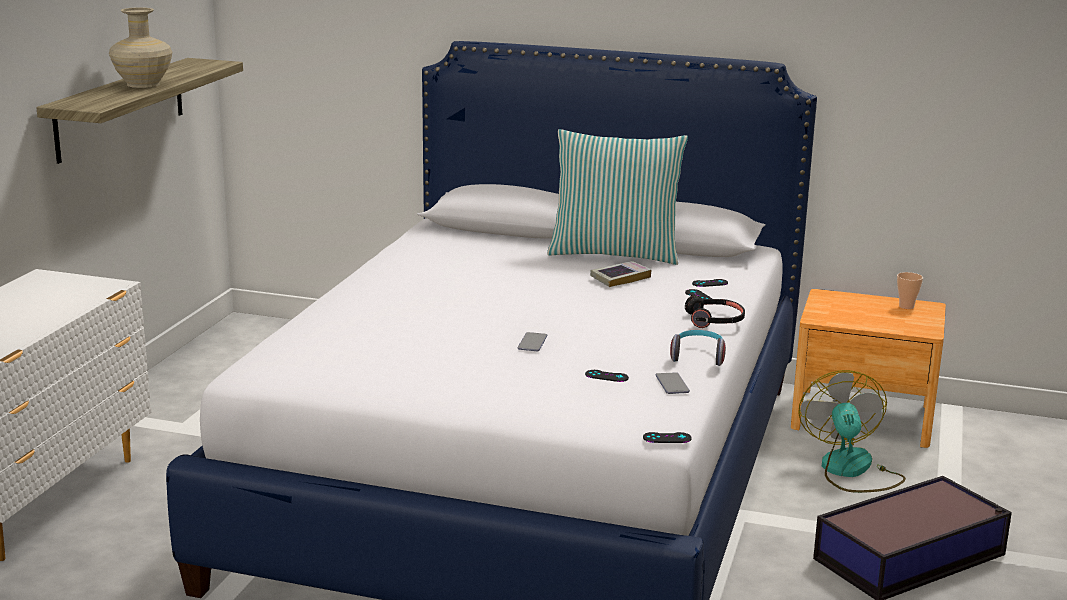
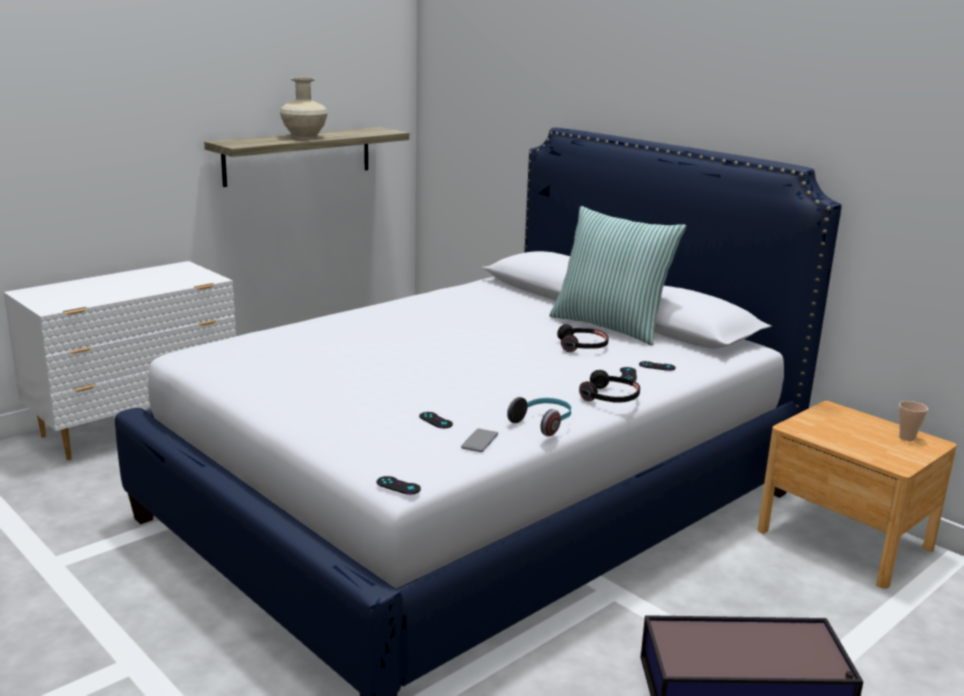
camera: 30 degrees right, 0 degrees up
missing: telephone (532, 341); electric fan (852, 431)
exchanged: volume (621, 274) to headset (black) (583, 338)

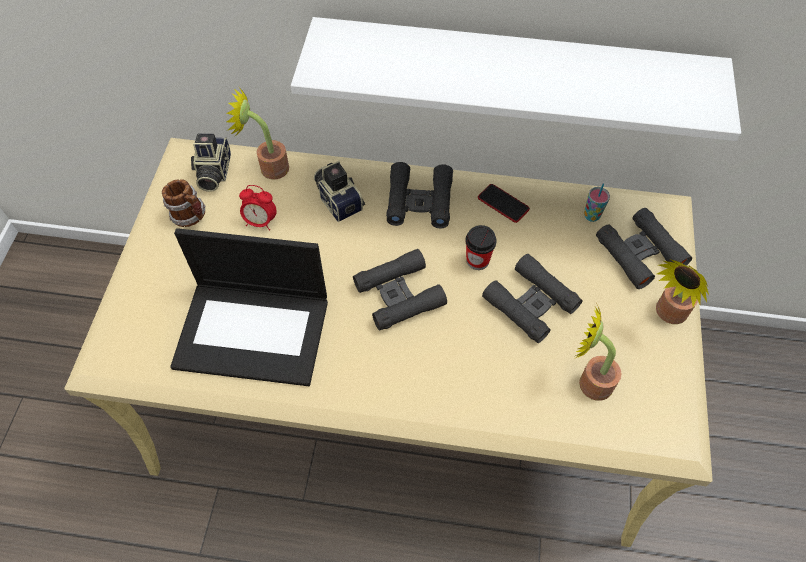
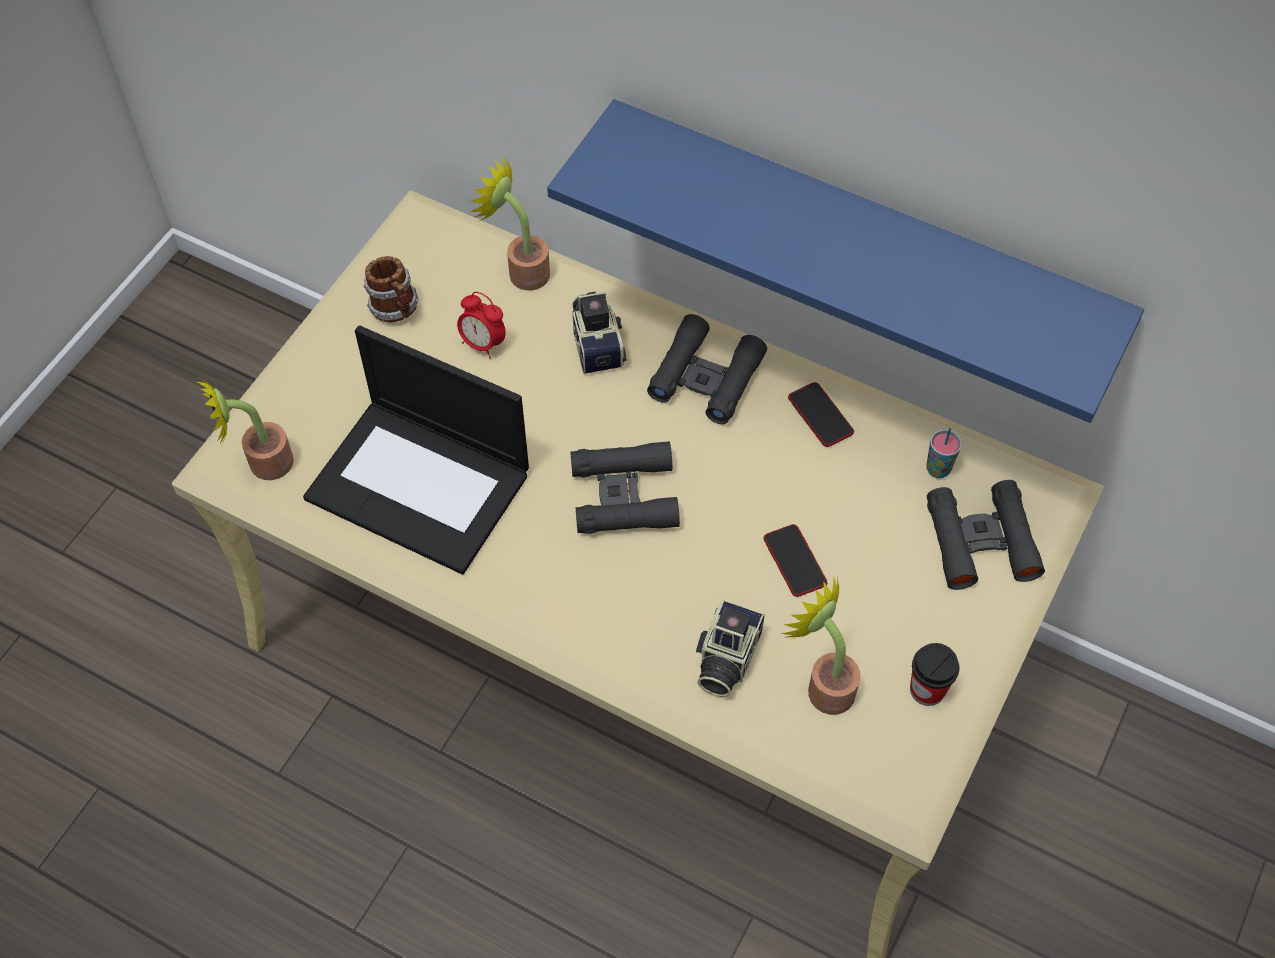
camera: 20 degrees right, 0 degrees up
relocated: still camera (211, 162) to (730, 648); drinking cup (481, 247) to (935, 674); plant in a pot (682, 291) to (244, 427)
exchanged: pair of binoculars (black) (532, 298) to telephone (795, 560)
colour: shelf (white-coloured) (516, 79) to shelf (bluish) (845, 261)

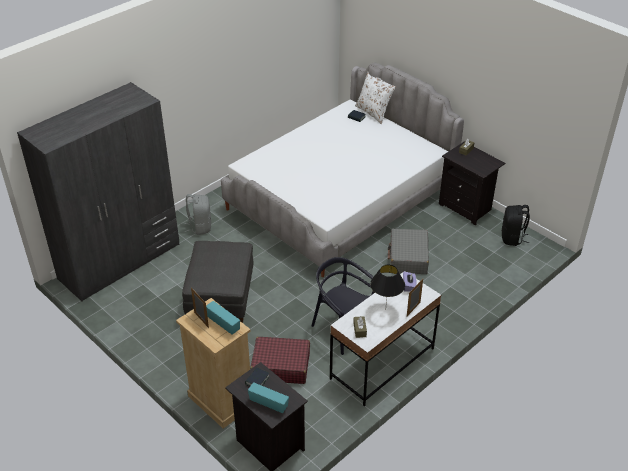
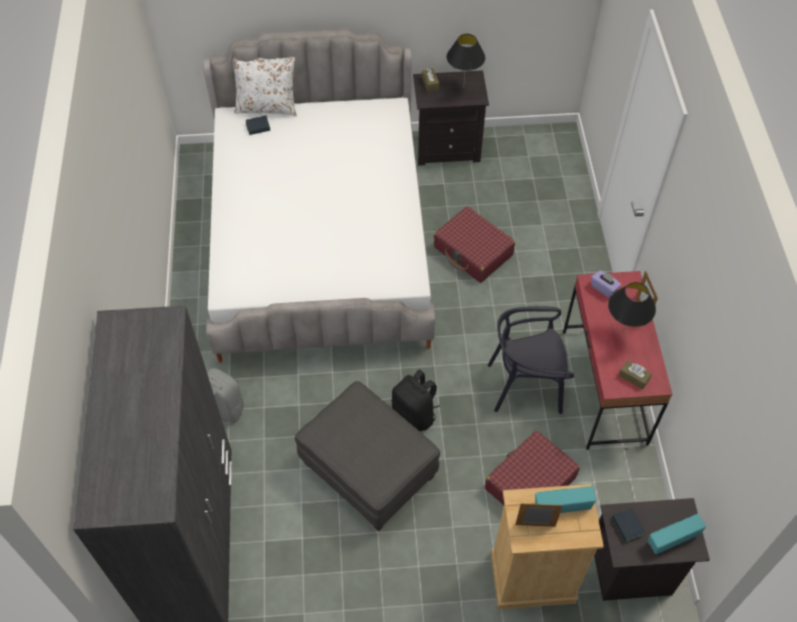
camera: 50 degrees left, 15 degrees up
appeared: table lamp (black) (466, 57)
relocated: knapsack (black) (516, 225) to (415, 400)
colour: desk unit (white-coloured) (385, 338) to desk unit (red) (618, 360); travel case (greyish) (408, 251) to travel case (red) (474, 244)

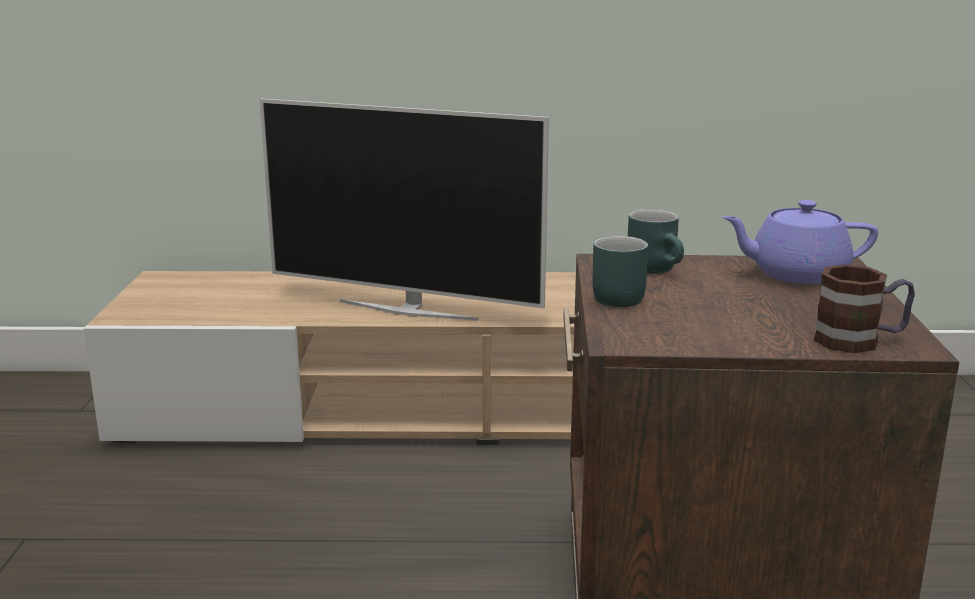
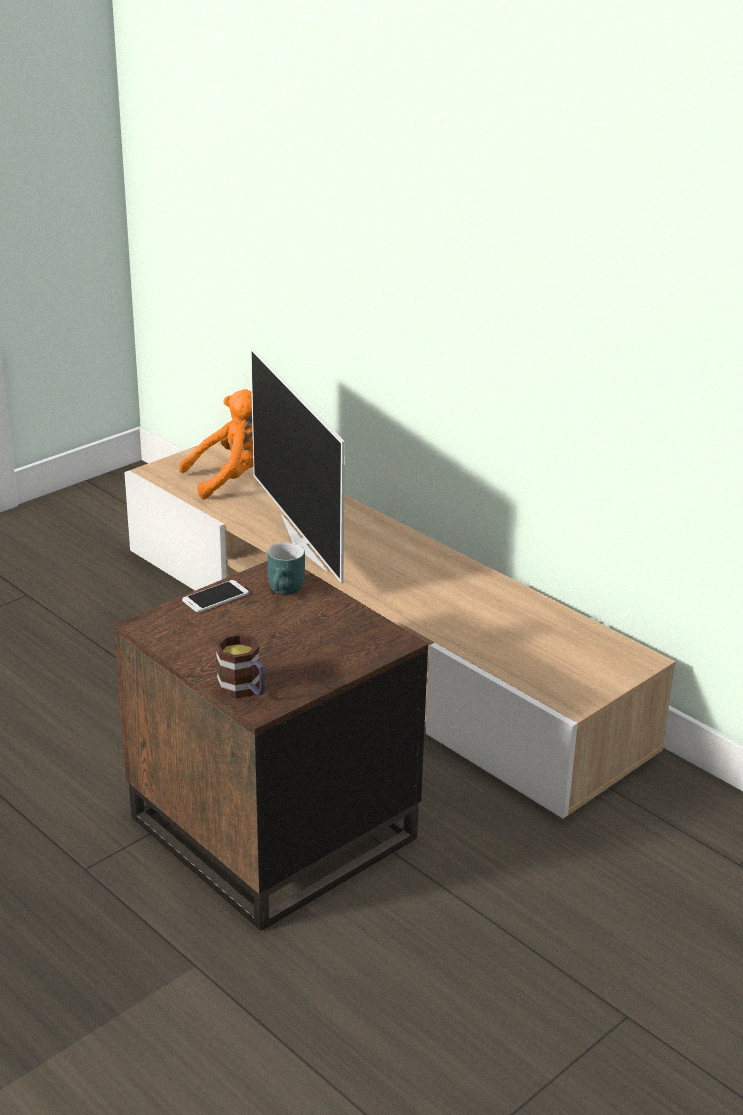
camera: 45 degrees right, 10 degrees up
missing: teapot (purplish) (800, 242)
appeared: cuddly toy (orange-coloured) (216, 444)
exchanged: mug (turquoise) (620, 271) to telephone (215, 596)

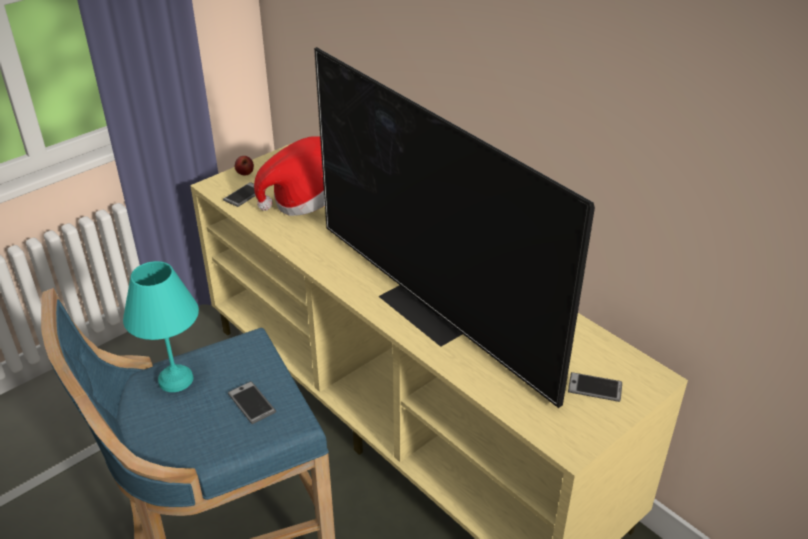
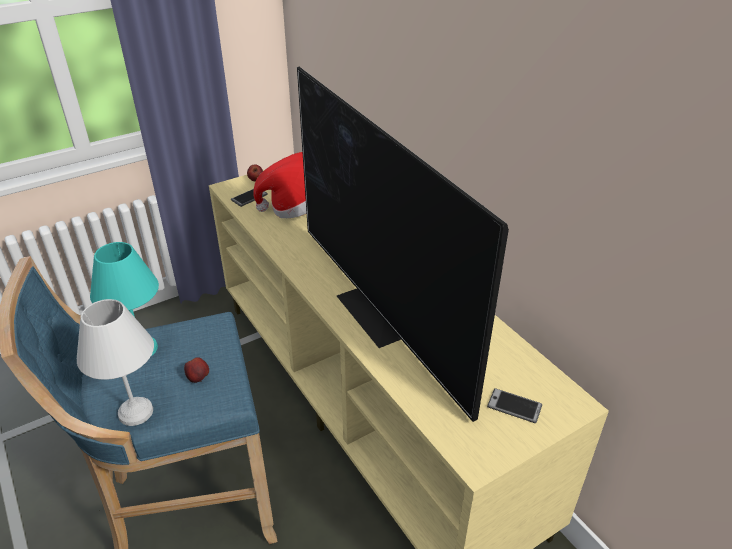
camera: 10 degrees right, 0 degrees up
appeared: table lamp (white-coloured) (115, 362)
exchanged: telephone (252, 402) to apple (196, 370)

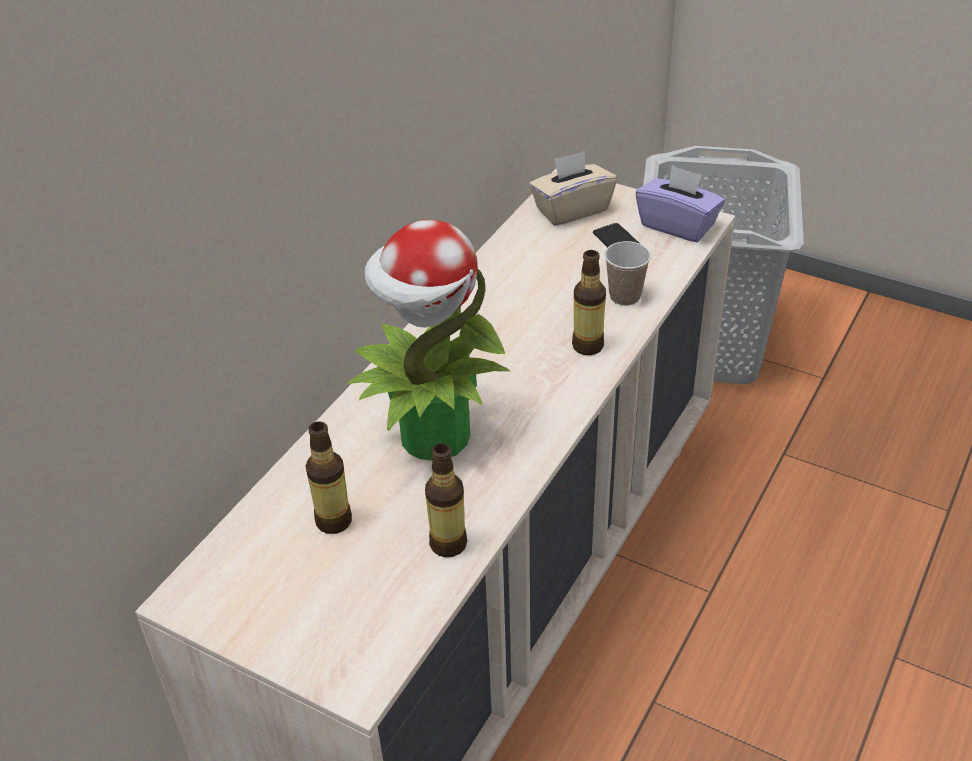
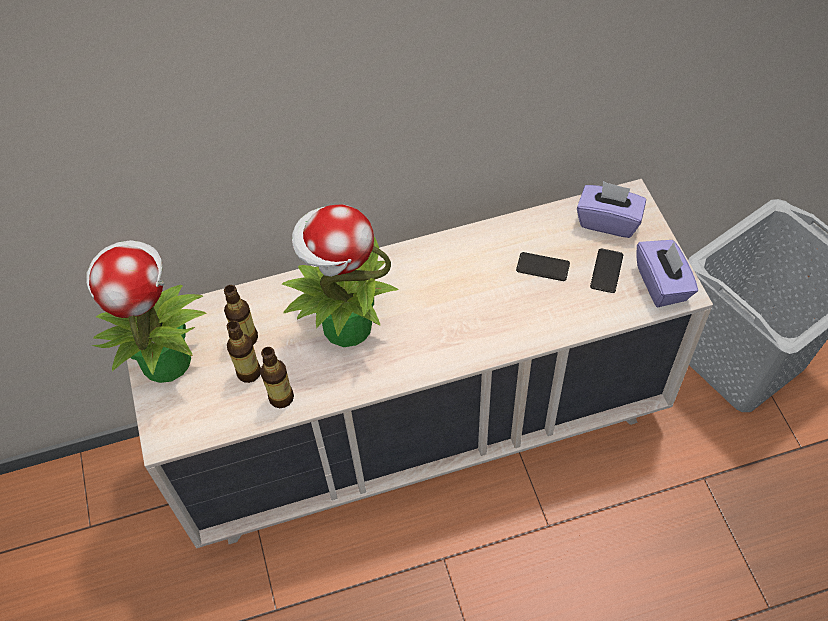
camera: 45 degrees right, 15 degrees up
missing: drinking cup (628, 273)
appeared: plant in a pot (146, 311); telephone (543, 266)
relocated: bottle (589, 302) to (244, 351)
colour: tissue box (beige-coloured) (573, 188) to tissue box (purplish) (611, 209)

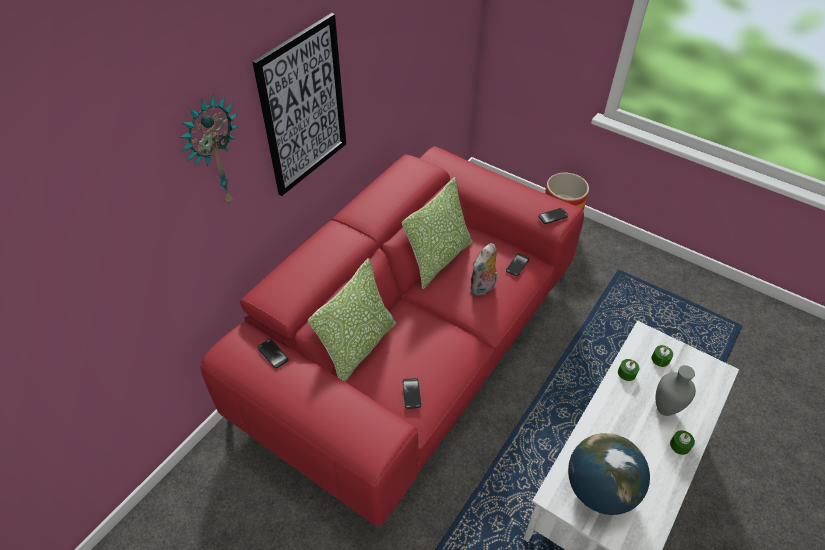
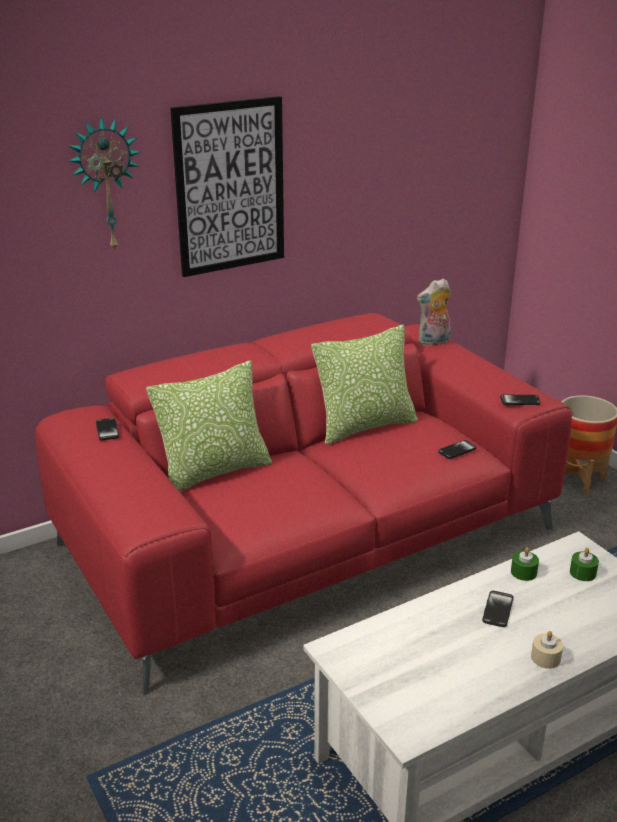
camera: 25 degrees right, 20 degrees down
missing: world globe (609, 474); vase (greyish) (676, 390)
relocated: telephone (411, 393) to (497, 609); cuddly toy (484, 269) to (434, 312)
colour: wax candle (greenish) (682, 442) to wax candle (beige-coloured) (547, 650)

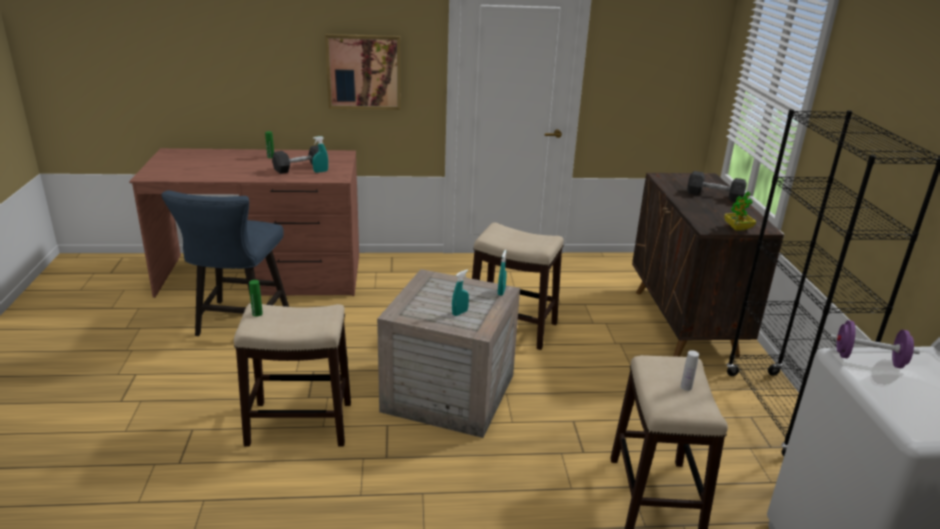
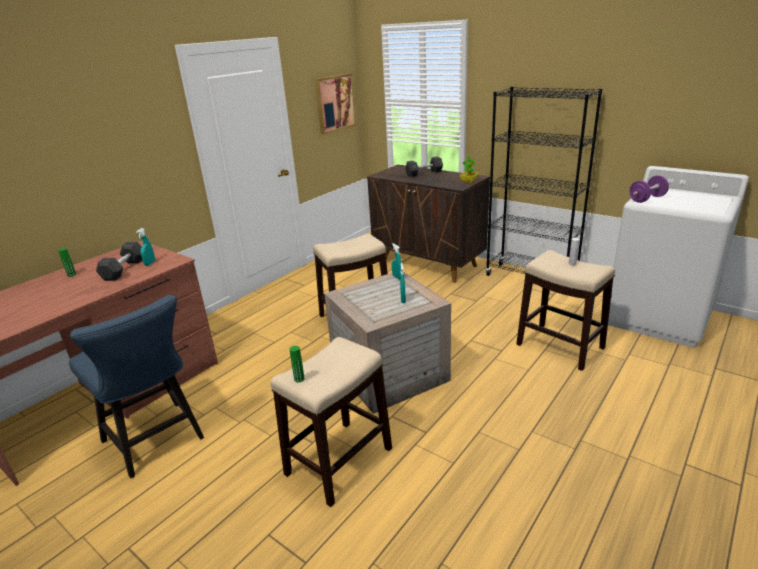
camera: 45 degrees left, 0 degrees up
relocated: wall art (362, 72) to (336, 104)

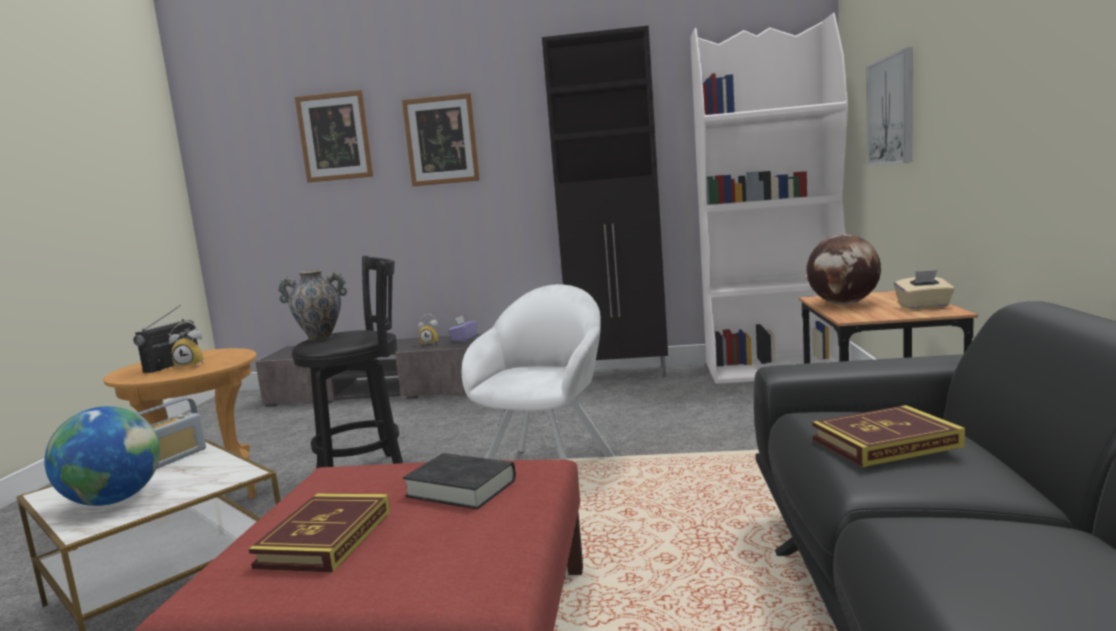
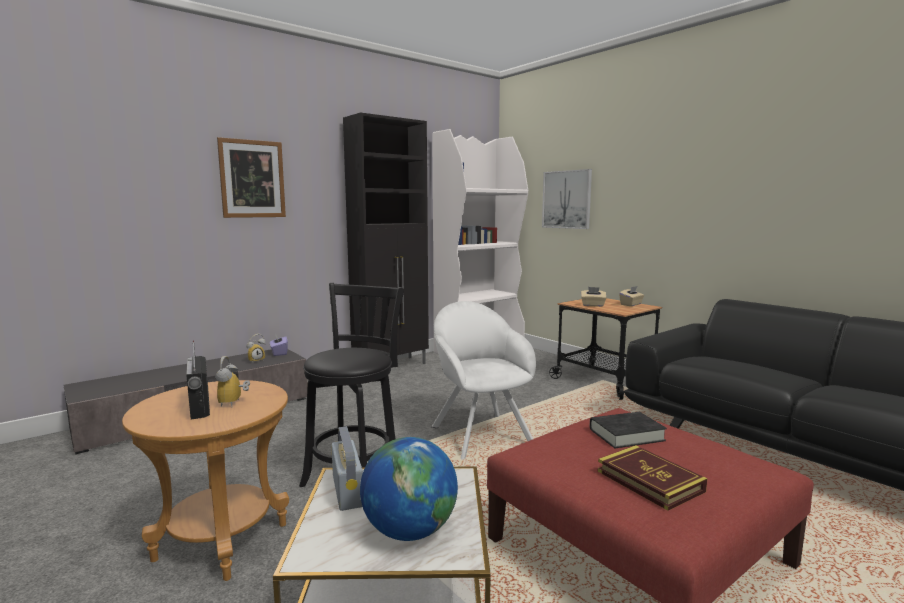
camera: 45 degrees left, 0 degrees up
missing: vase (312, 305); wall art (334, 136); volume (888, 436)
exchanged: world globe (843, 269) to tissue box (beige-coloured) (593, 297)
spun: bedside clock (186, 345) = (232, 381) 135 degrees clockwise

